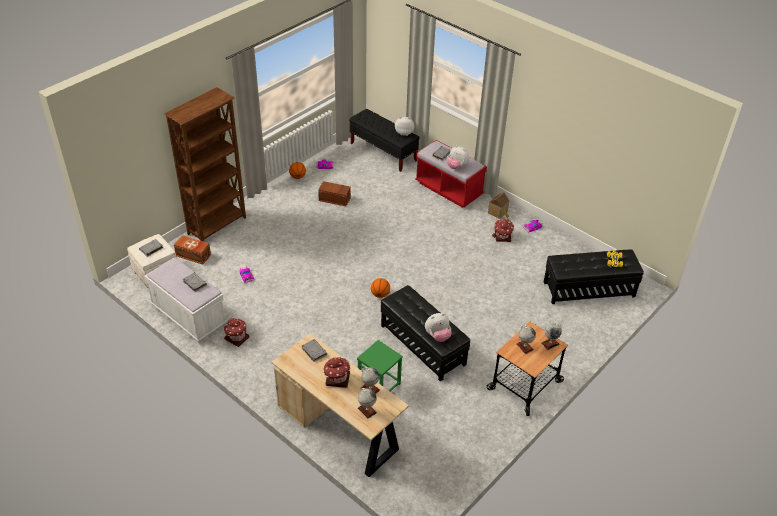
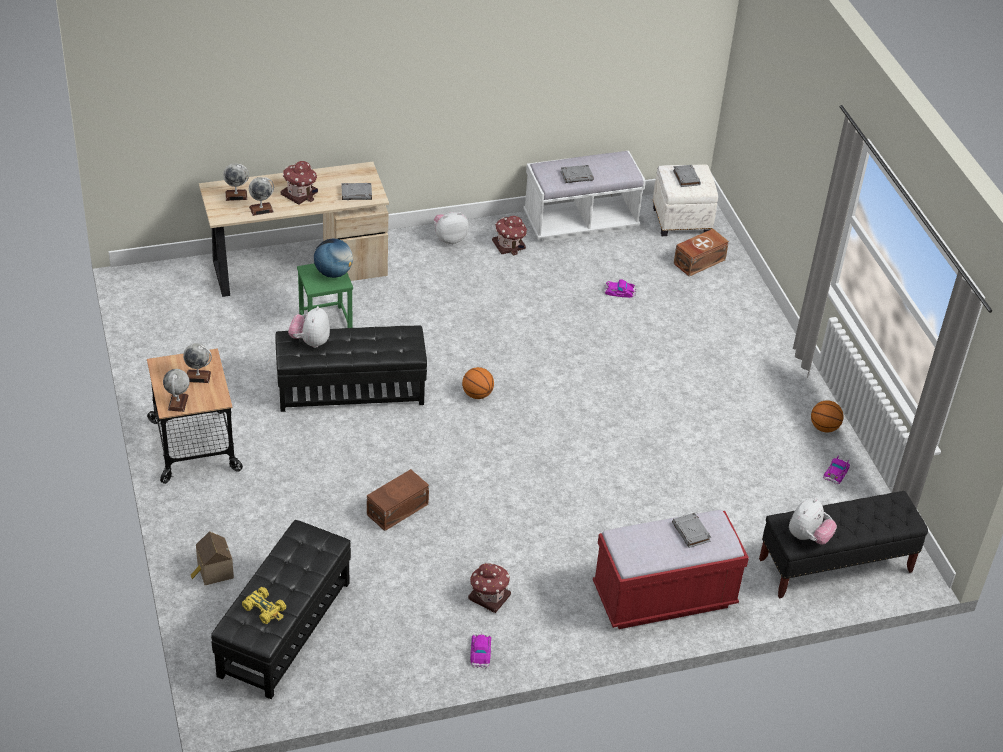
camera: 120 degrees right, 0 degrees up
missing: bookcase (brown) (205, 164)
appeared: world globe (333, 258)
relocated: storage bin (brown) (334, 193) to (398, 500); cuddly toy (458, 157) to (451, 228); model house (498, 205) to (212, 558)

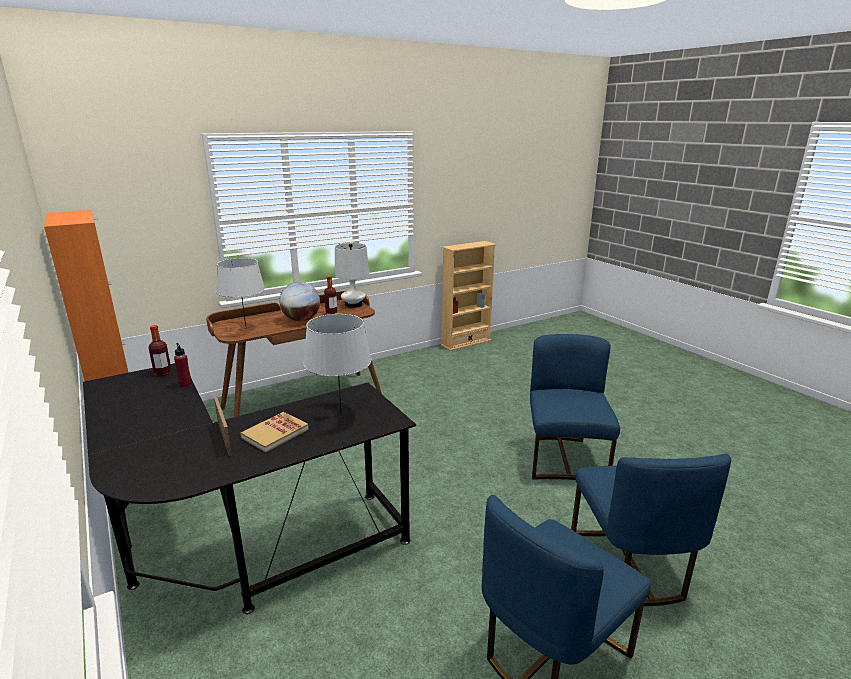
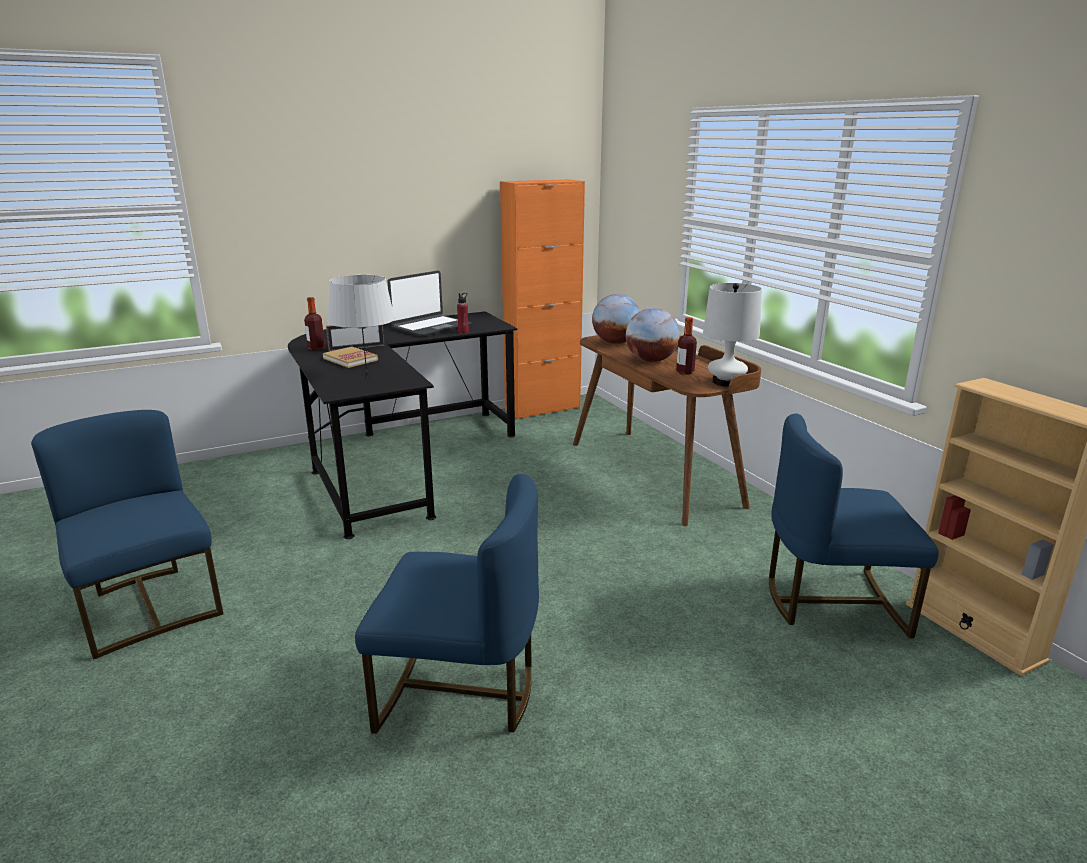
camera: 95 degrees right, 0 degrees up
appeared: laptop (429, 303)
relocated: bottle (160, 350) to (314, 323); plain chair (bluish) (651, 530) to (854, 526)
exchanged: table lamp (greyish) (241, 292) to world globe (616, 319)

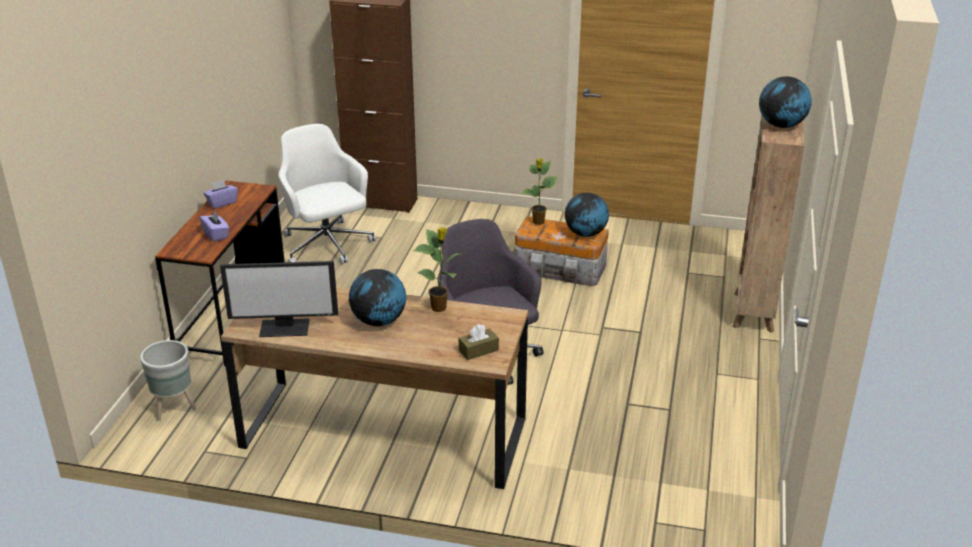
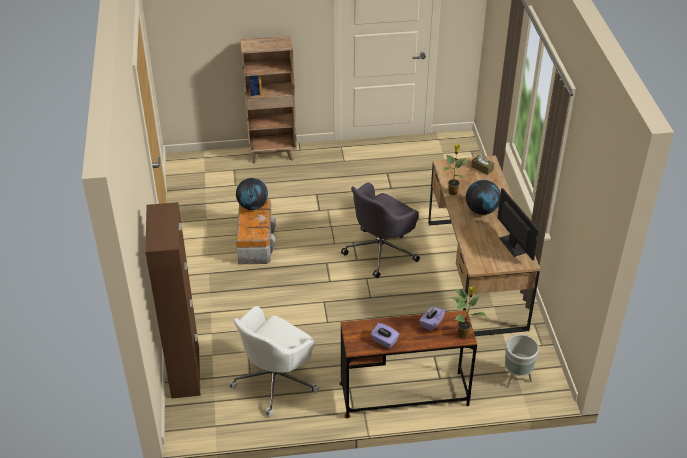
camera: 110 degrees left, 10 degrees up
missing: world globe (785, 102)
relocated: plant in a pot (539, 191) to (468, 312)

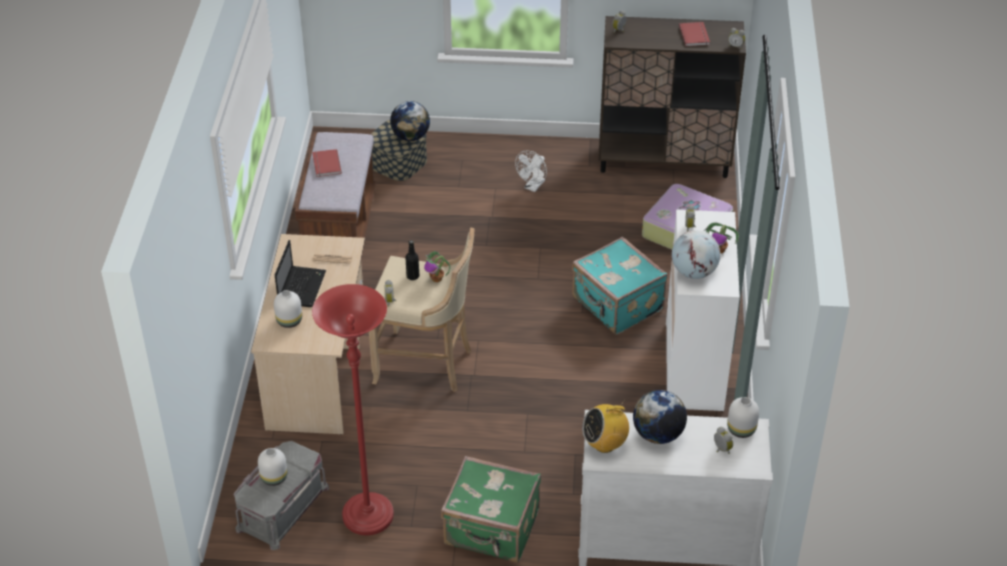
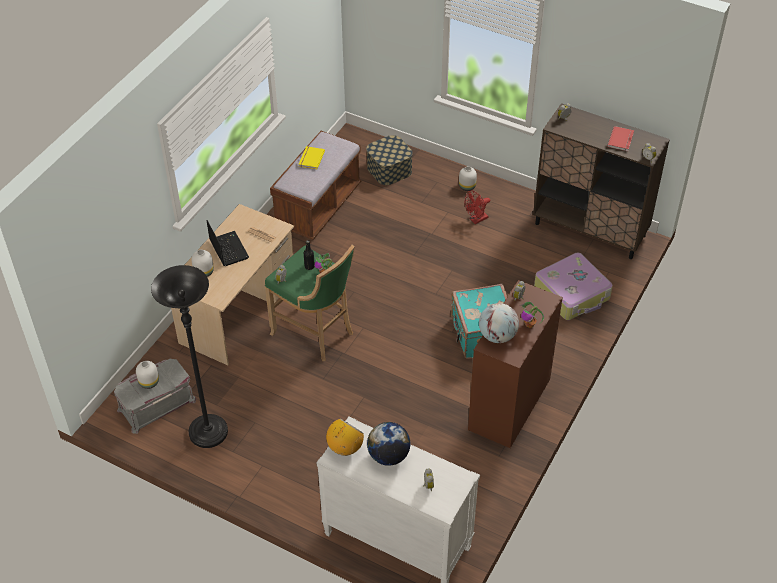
camera: 25 degrees right, 5 degrees up
missing: world globe (410, 121); travel case (greenish) (491, 509)
relocated: vase (white-coloured) (743, 417) to (468, 178)
colour: volume (red) (327, 163) to volume (yellow) (312, 157); standard lamp (red) (353, 409) to standard lamp (black) (189, 356); sitting stool (beige-coloured) (422, 309) to sitting stool (greenish) (310, 303); electric fan (white-coloured) (531, 171) to electric fan (red) (477, 207); dresser (white-coloured) (703, 310) to dresser (brown) (515, 364)
spun: laptop (300, 273) = (227, 243) 60 degrees counterclockwise; radio receiver (605, 426) = (345, 437) 120 degrees clockwise

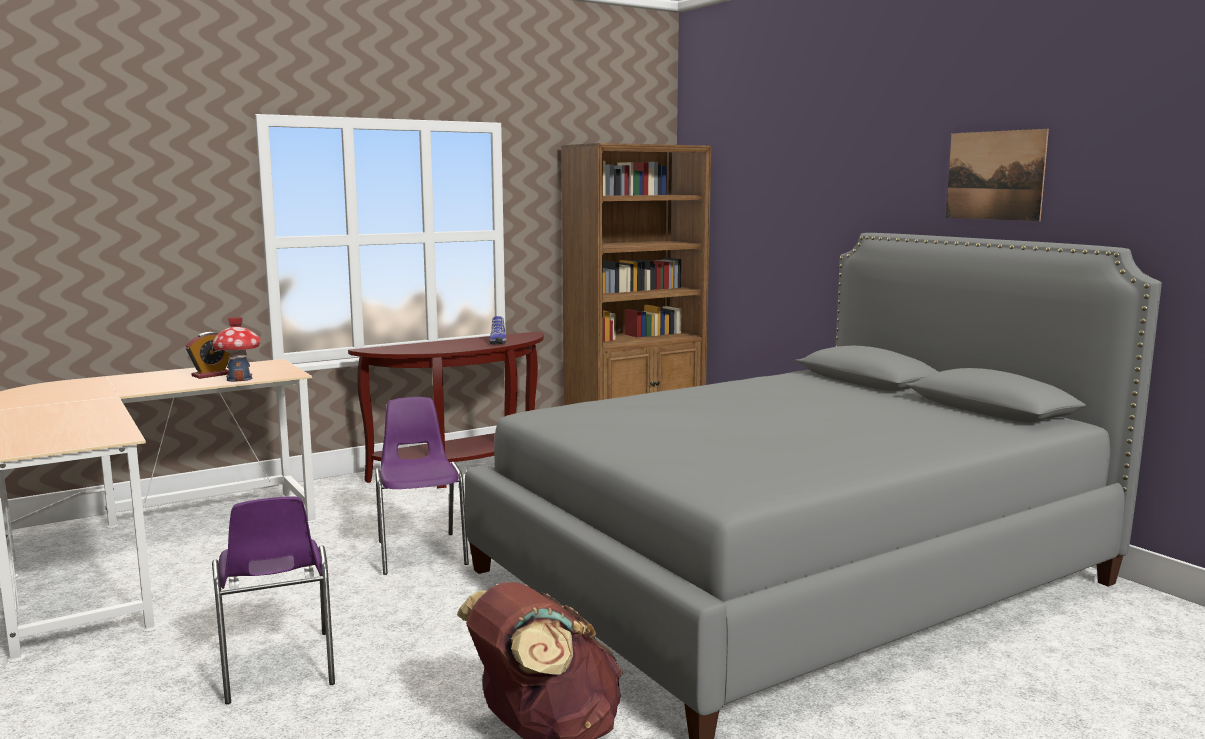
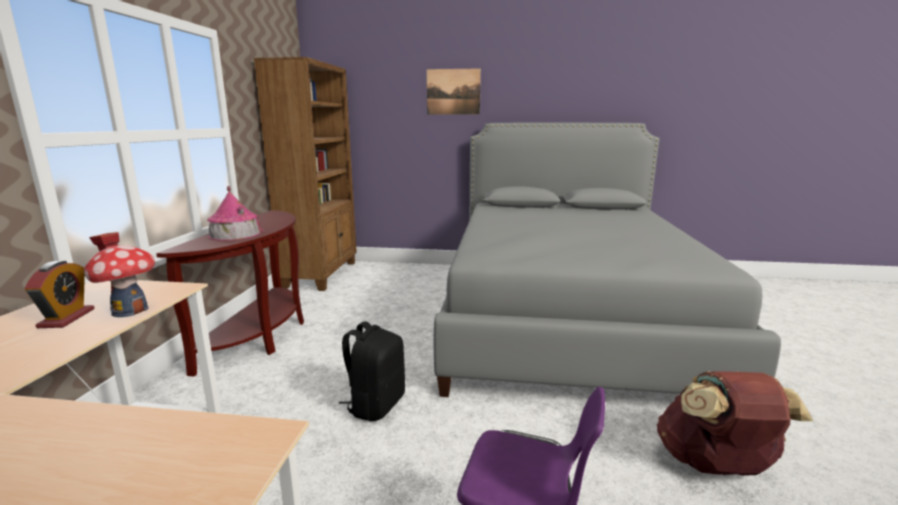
camera: 50 degrees left, 5 degrees up
missing: shoe (497, 330)
appeared: model house (235, 213)
relocated: wall art (997, 175) to (454, 91)
exchanged: plain chair (purplish) (422, 486) to knapsack (black) (372, 371)

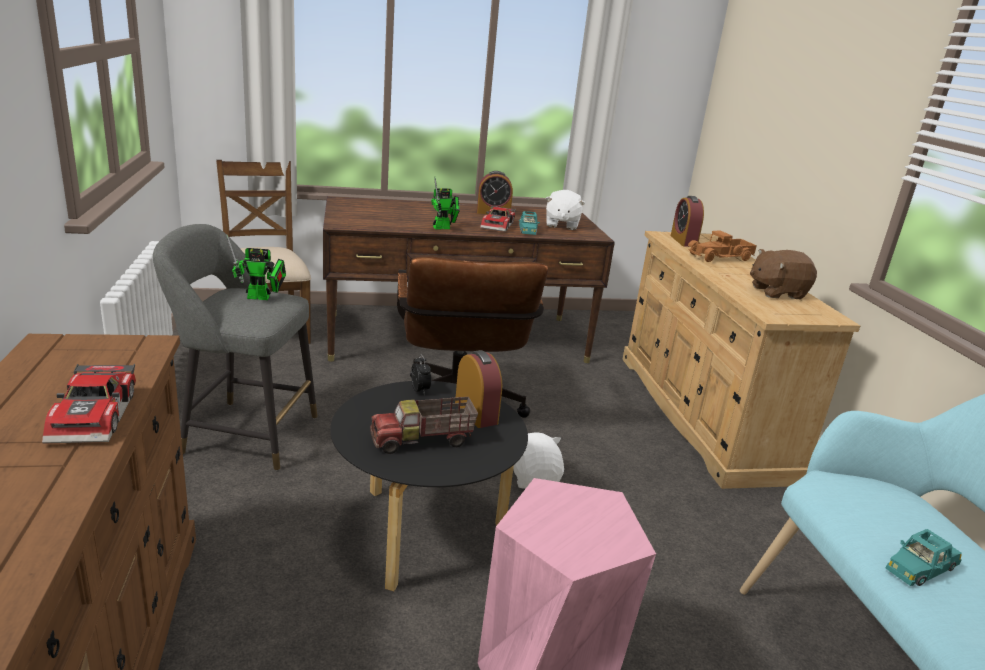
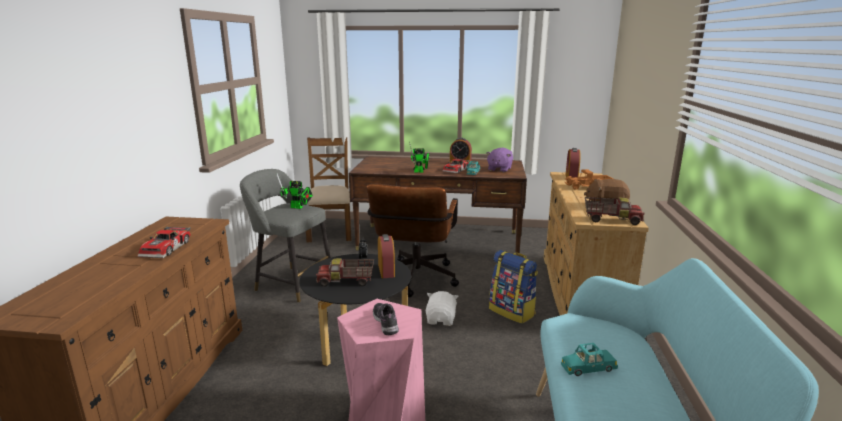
camera: 20 degrees right, 5 degrees down
appeared: shoe (386, 319); knapsack (513, 287); model truck (614, 211)
colour: cuddly toy (white-coloured) (565, 210) to cuddly toy (purplish) (499, 160)

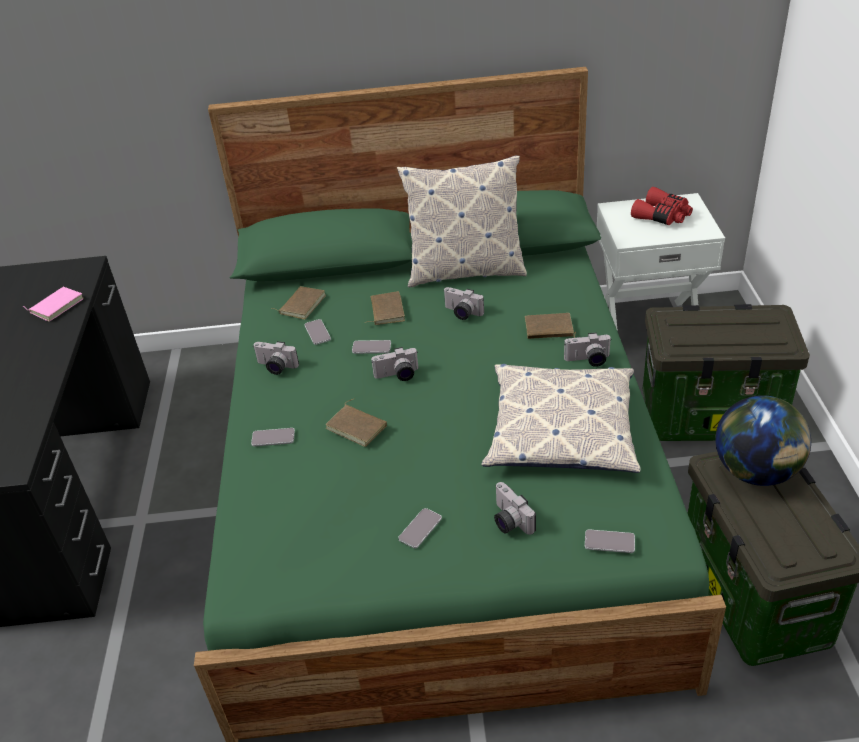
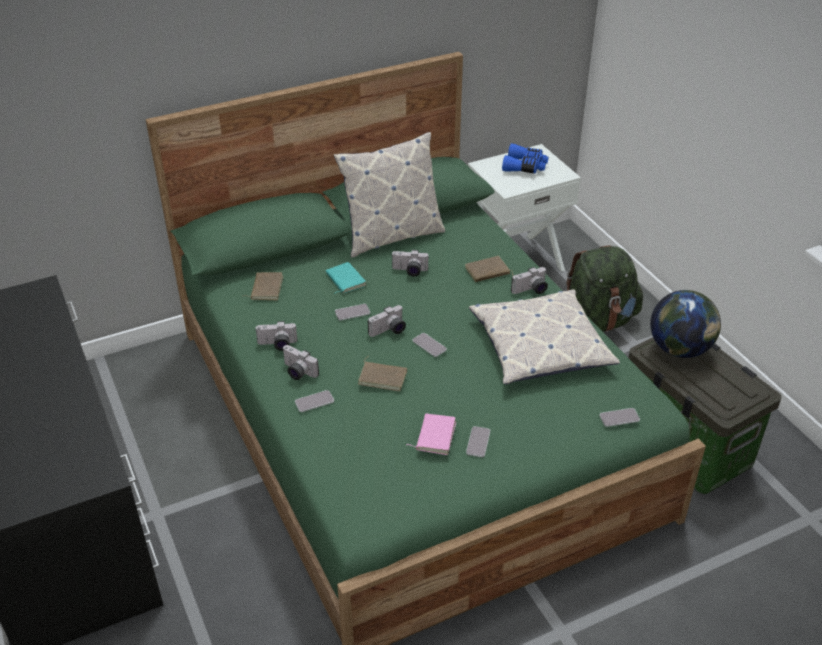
camera: 25 degrees left, 0 degrees up
relocated: volume (pinkish) (53, 304) to (431, 434); telephone (317, 332) to (430, 345); still camera (515, 508) to (301, 362)
exchanged: storage bin (726, 372) to knapsack (greenish) (604, 288)
colour: volume (brown) (385, 308) to volume (turquoise) (346, 278); pair of binoculars (red) (662, 206) to pair of binoculars (bluish) (525, 158)

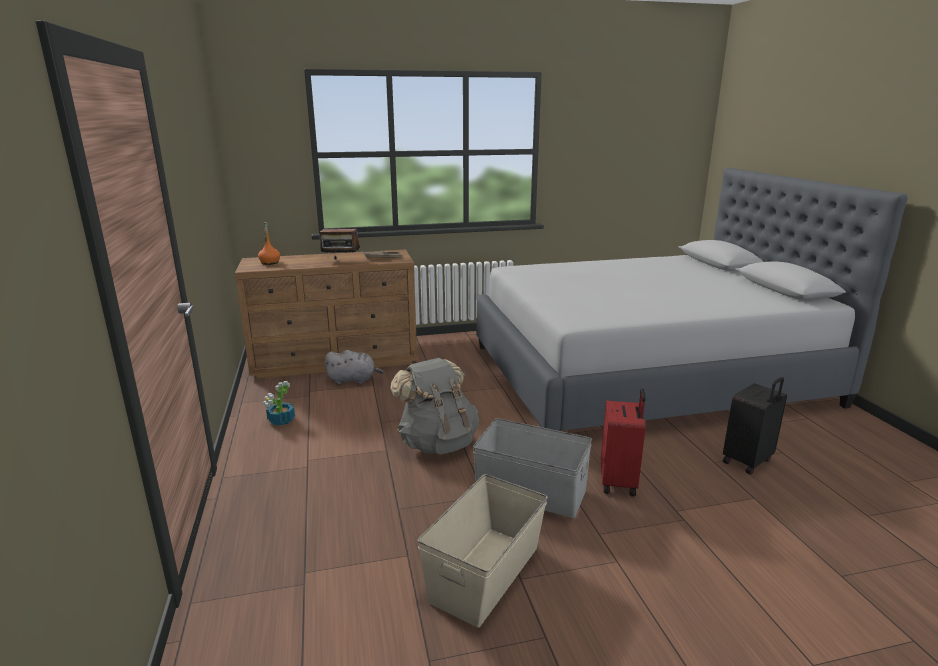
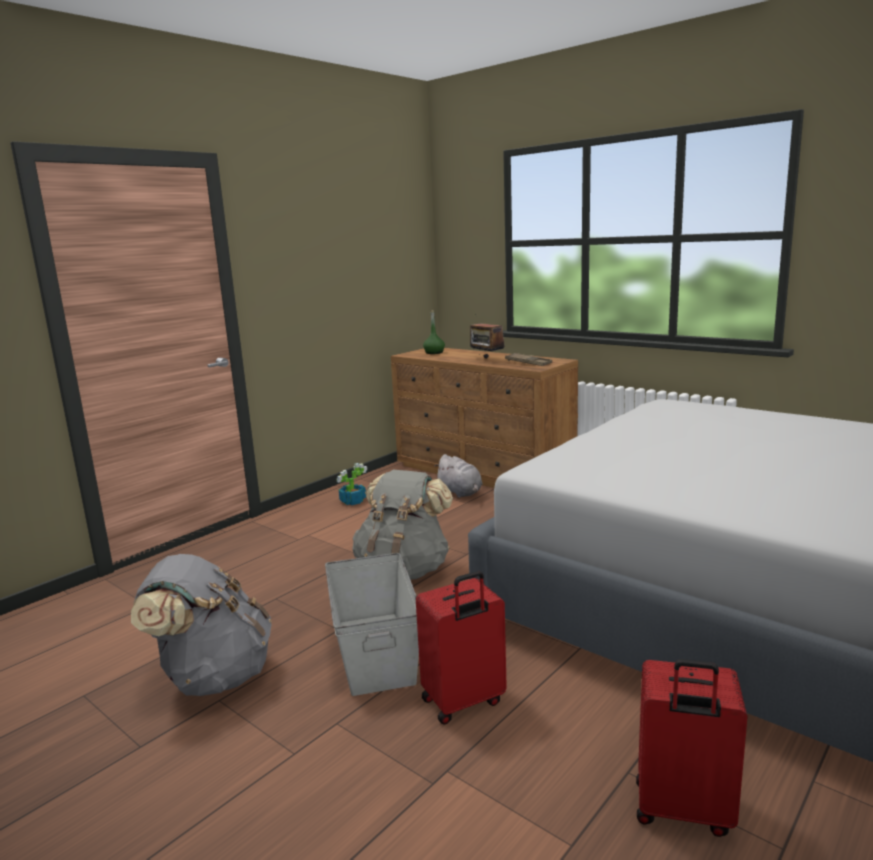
camera: 55 degrees right, 5 degrees down
exchanged: storage bin (beige-coloured) (483, 551) to knapsack (greyish) (201, 625)
colour: bottle (orange-coloured) (269, 243) to bottle (greenish) (434, 332); travel case (black) (755, 426) to travel case (red) (691, 748)

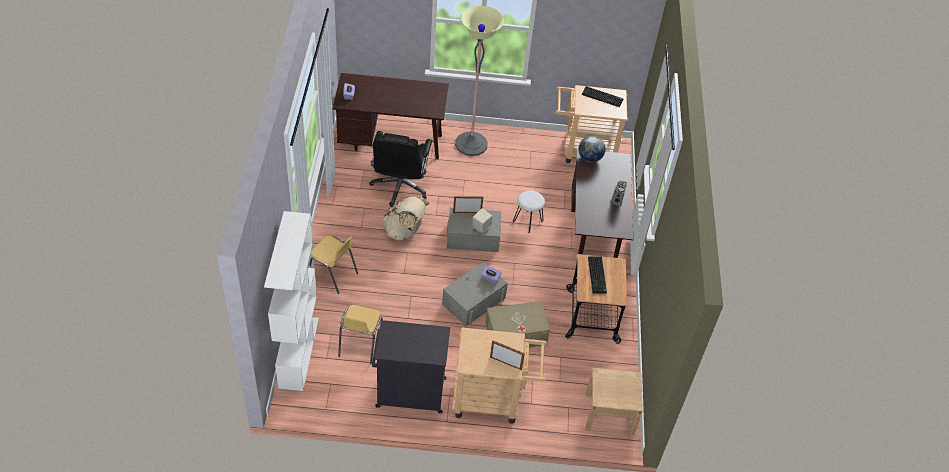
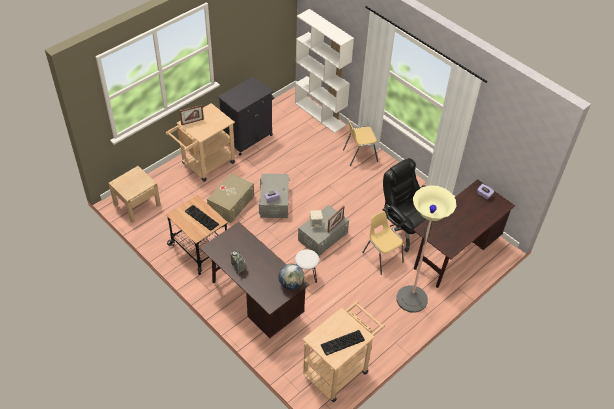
camera: 135 degrees right, 0 degrees up
missing: knapsack (beige-coloured) (406, 218)
relocated: plain chair (yellow) (360, 334) to (383, 243)

